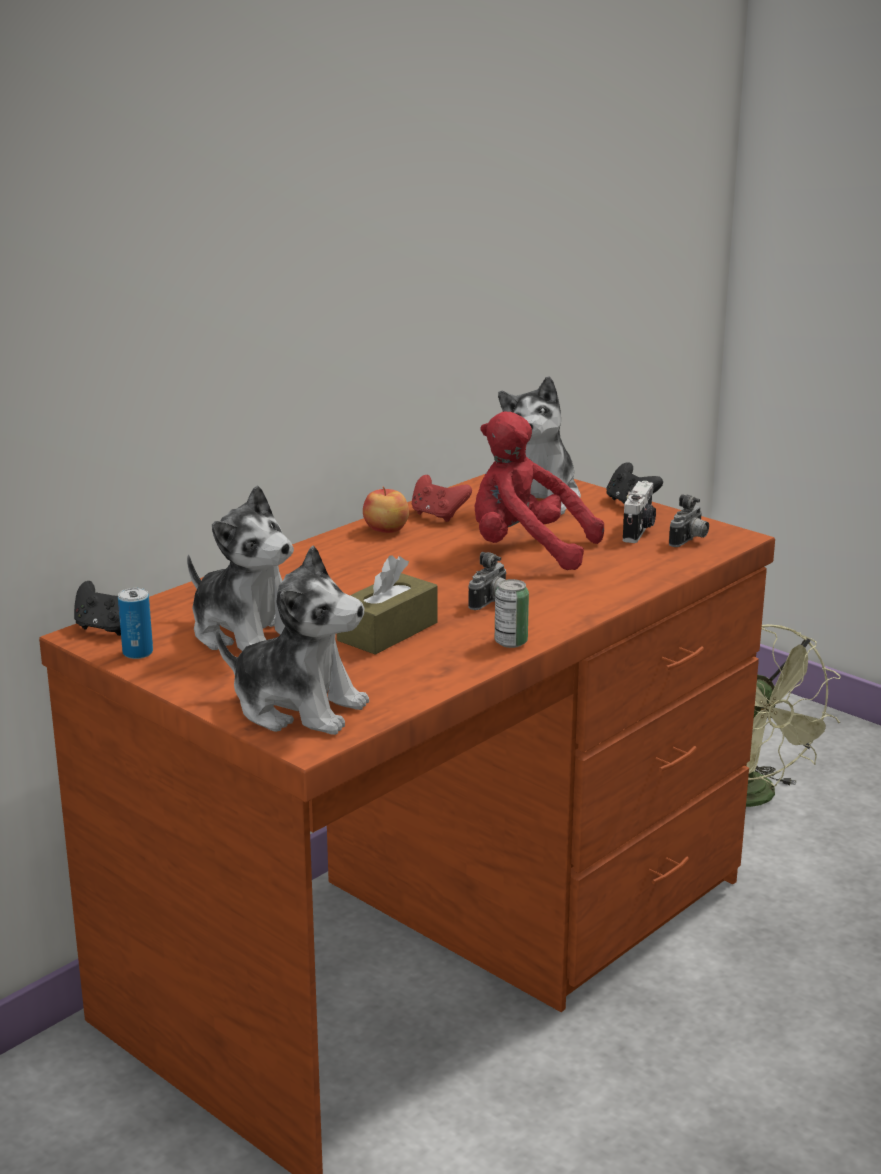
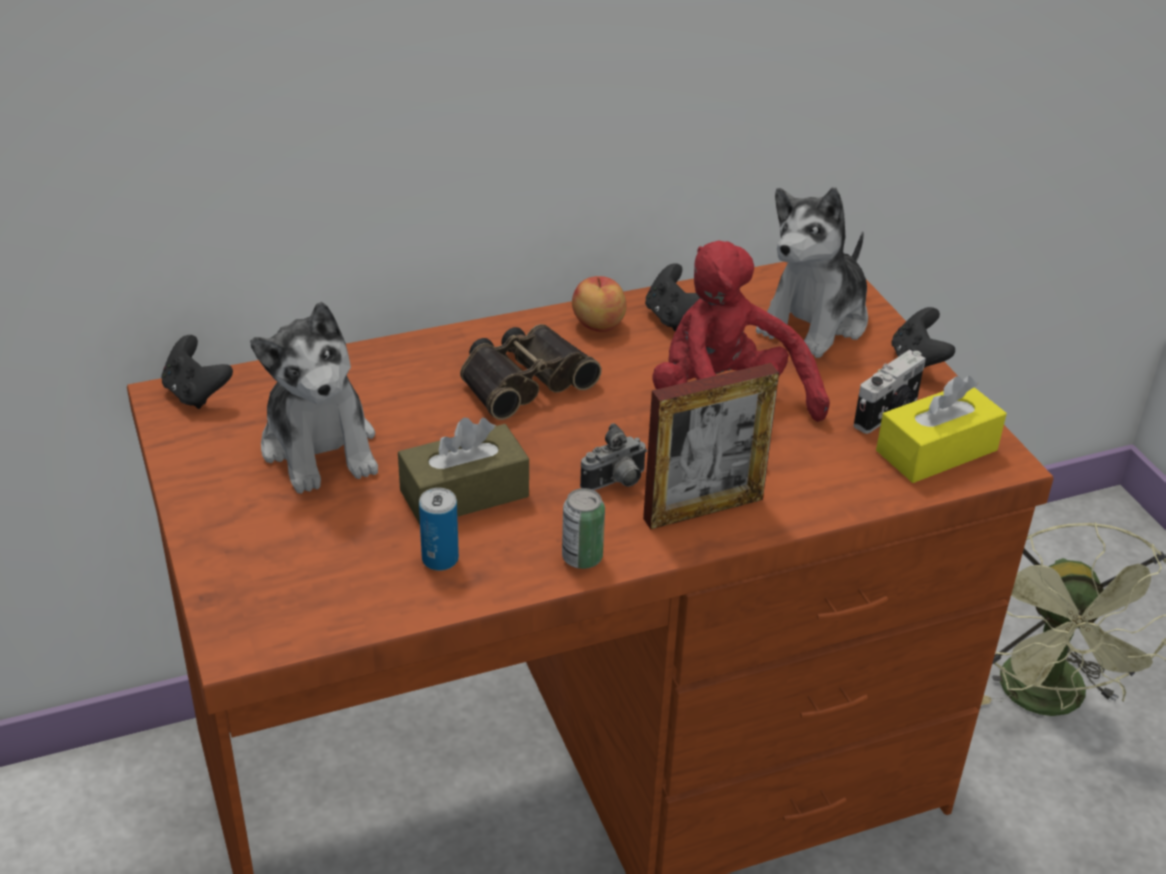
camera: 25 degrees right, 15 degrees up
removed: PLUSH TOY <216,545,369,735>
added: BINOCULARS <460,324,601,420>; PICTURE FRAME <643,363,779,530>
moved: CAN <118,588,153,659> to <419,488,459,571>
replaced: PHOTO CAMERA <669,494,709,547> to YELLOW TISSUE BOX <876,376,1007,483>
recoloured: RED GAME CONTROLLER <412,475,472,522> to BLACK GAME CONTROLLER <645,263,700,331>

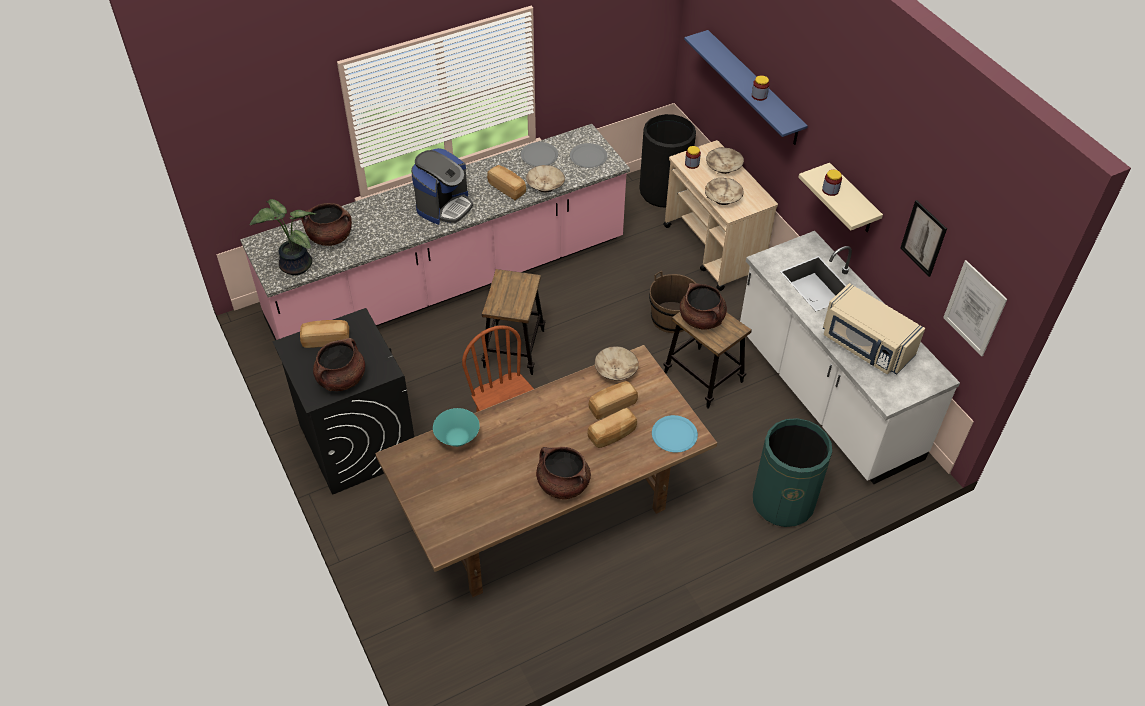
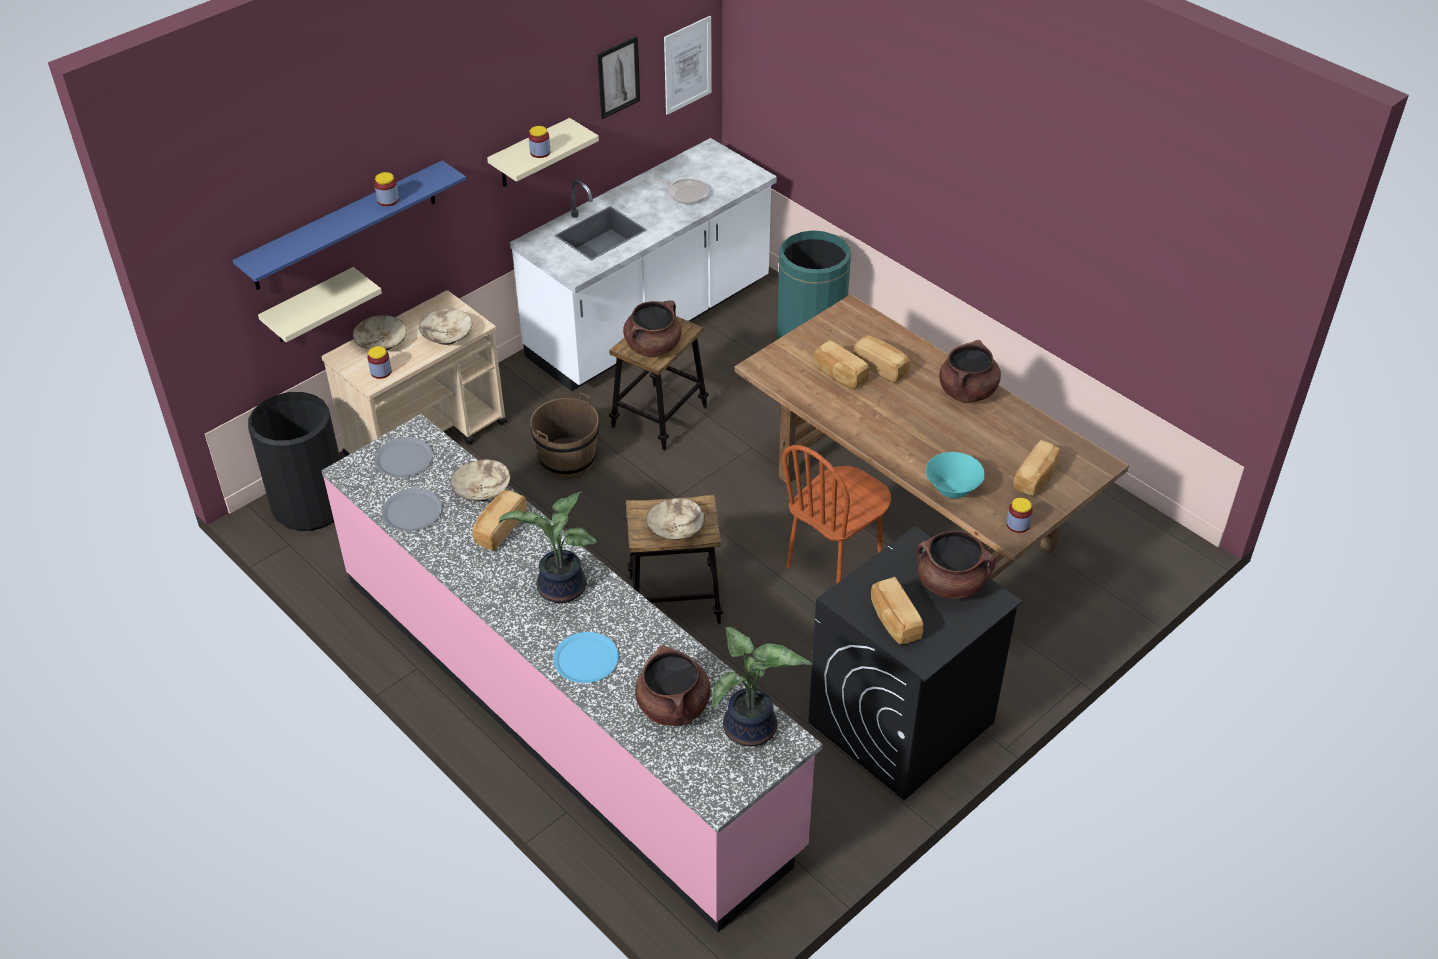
camera: 105 degrees left, 5 degrees down
added: BEIGE SHELF <258,267,382,342>; JAR <1006,498,1033,533>; BREAD <1013,440,1060,496>
moved: BEIGE BOWL <595,346,639,381> to <646,498,705,540>; BLUE PLATE <652,415,698,452> to <553,632,619,683>
replaced: COFFEE MACHINE <411,148,473,225> to POTTED PLANT <499,491,597,603>; BEIGE MICROWAVE <823,283,925,375> to FRYING PAN <652,177,709,204>

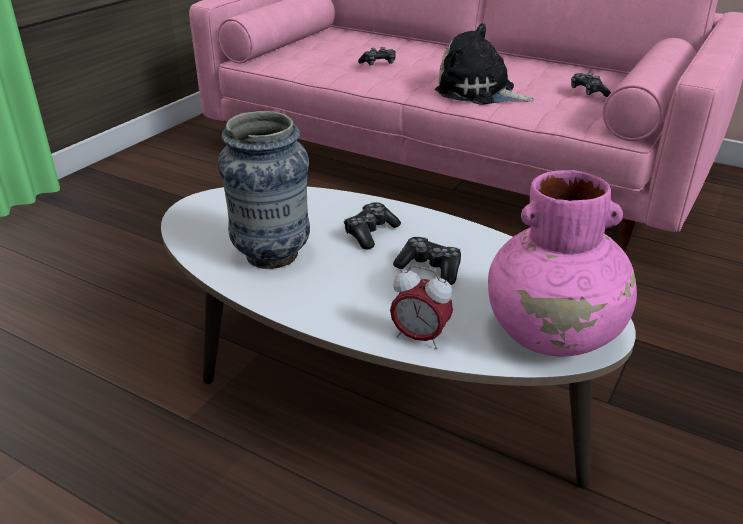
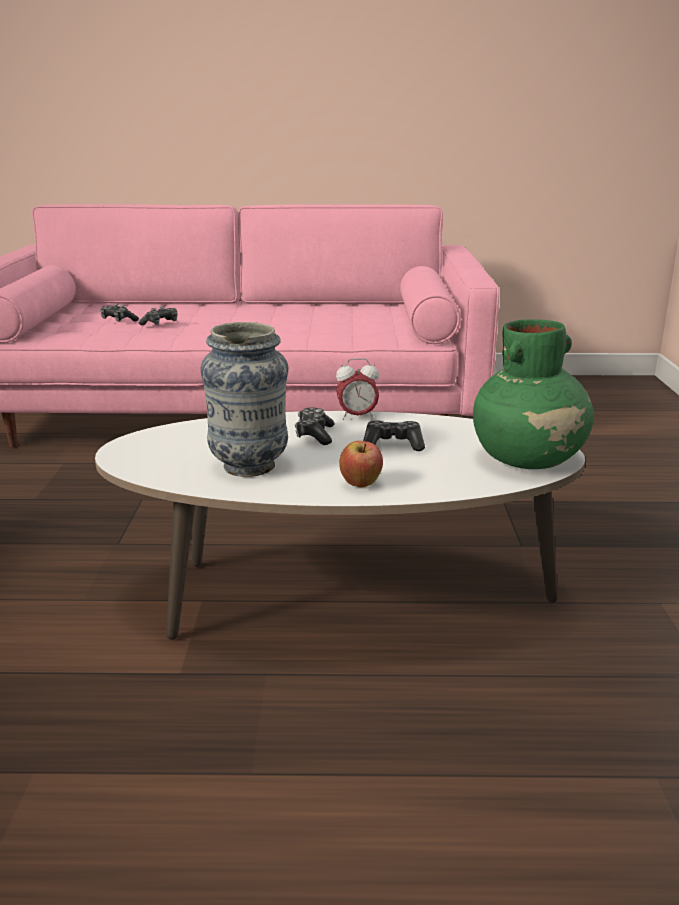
camera: 30 degrees left, 10 degrees down
removed: PLUSH TOY <435,23,534,105>
added: APPLE <339,441,383,488>
moved: ALARM CLOCK <390,265,453,349> to <336,358,379,420>; GAME CONTROLLER <571,73,611,97> to <100,304,139,322>
recoloured: PINK VASE <488,170,637,356> to GREEN VASE <473,320,594,469>

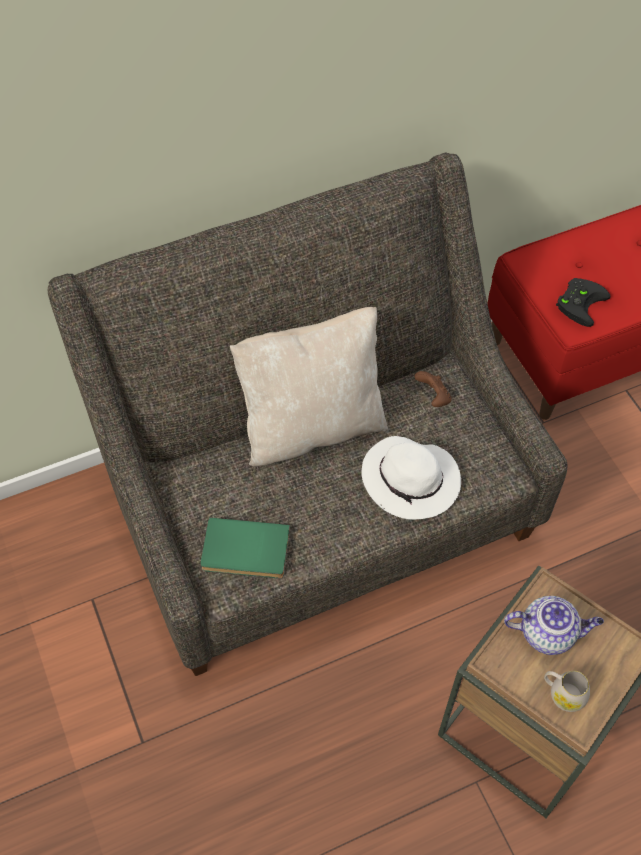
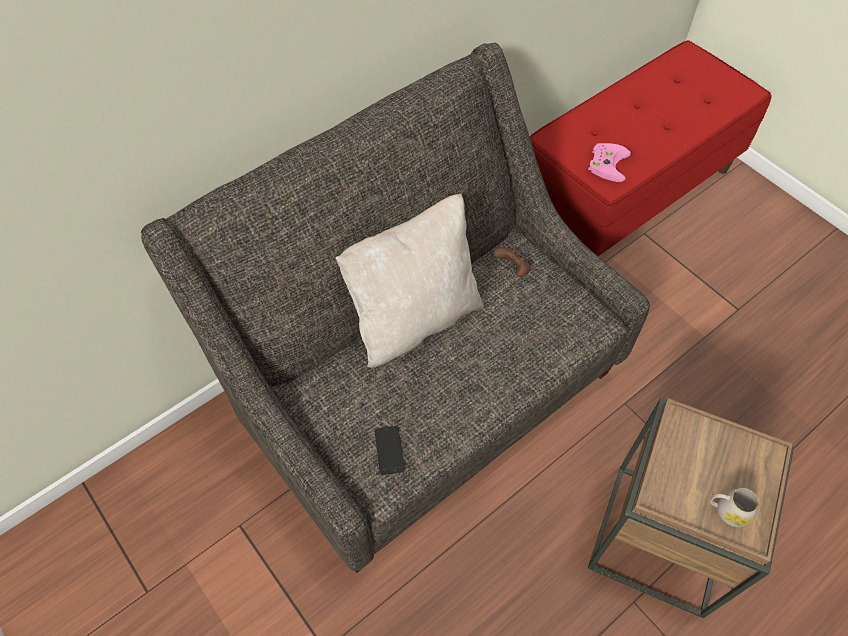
camera: 15 degrees left, 0 degrees up
removed: WHITE HAT <361,436,461,520>; TEAPOT <504,596,604,655>
replaced: GREEN BOOK <201,517,290,578> to PHONE <375,426,405,475>
recoloured: BLACK GAME CONTROLLER <556,278,610,327> to PINK GAME CONTROLLER <588,143,631,182>

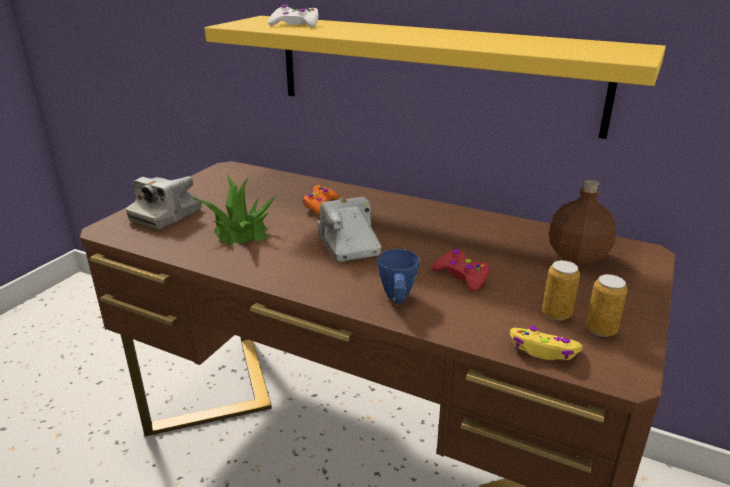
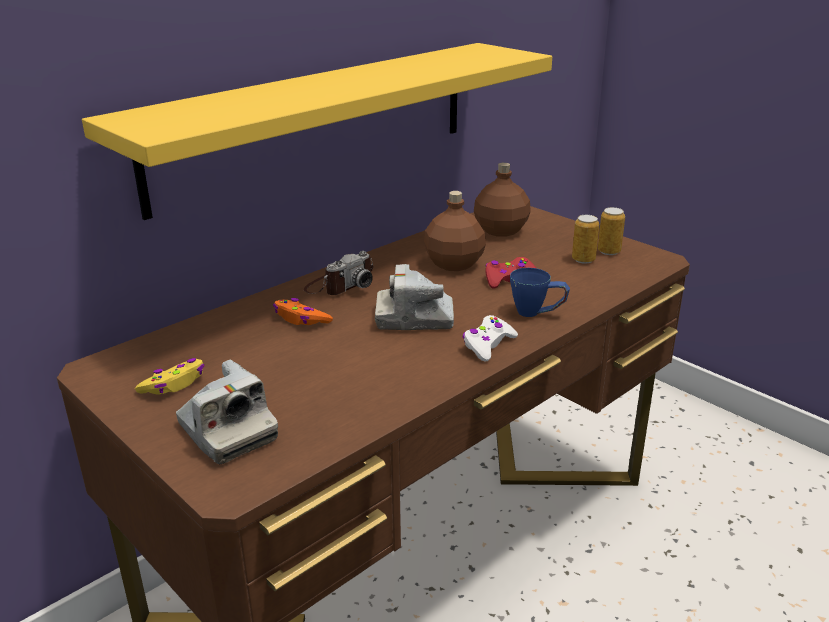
camera: 70 degrees left, 0 degrees up
removed: POTTED PLANT <190,175,276,246>
added: PHOTO CAMERA <304,251,374,295>; BROWN BOTTLE <424,191,486,271>
moved: WHITE GAME CONTROLLER <268,5,319,27> to <462,315,518,361>; YELLOW GAME CONTROLLER <510,326,583,360> to <135,358,205,394>

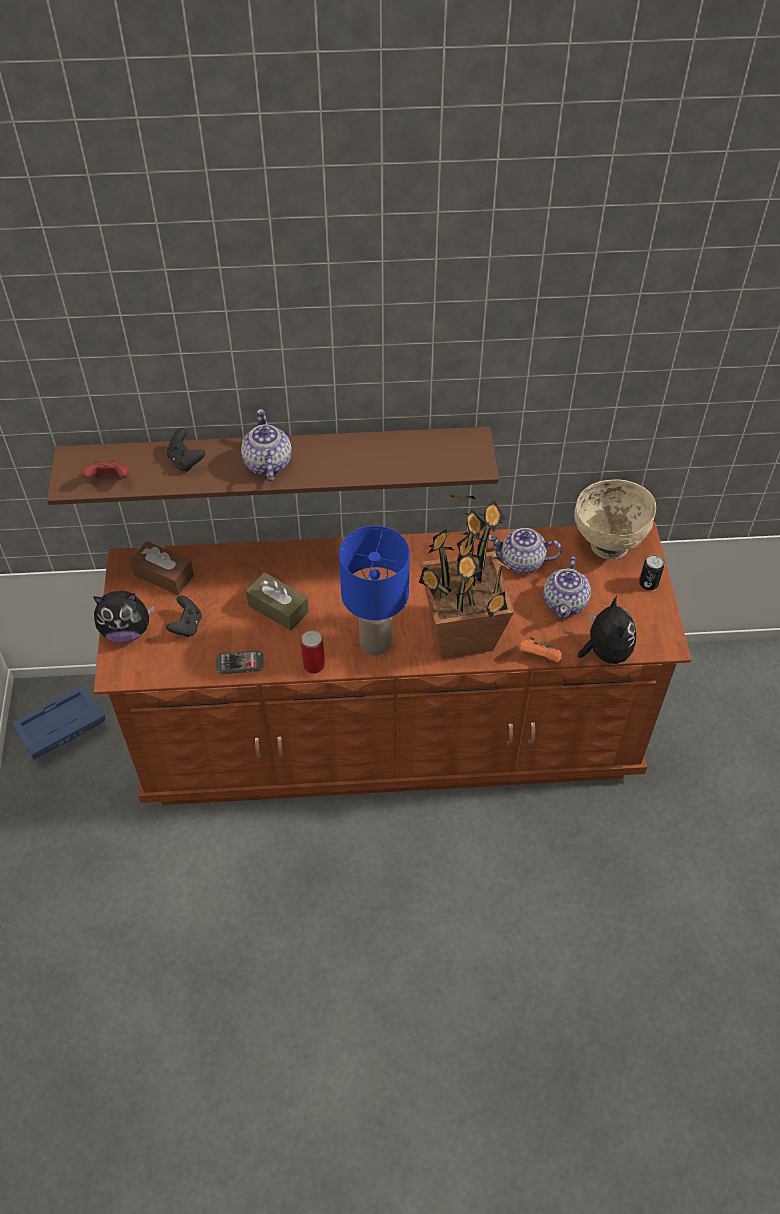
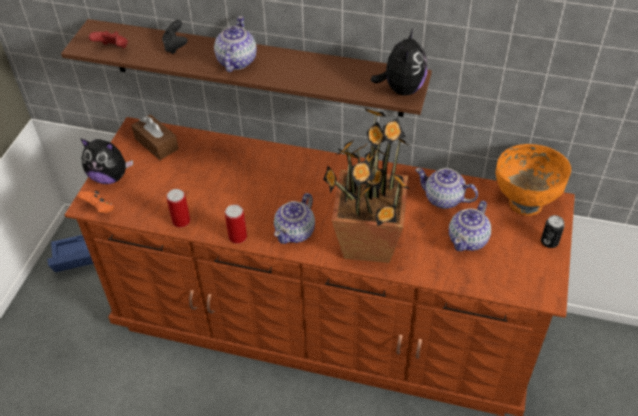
camera: 20 degrees right, 5 degrees down
removed: BLACK GAME CONTROLLER <166,596,202,637>; BROWN TISSUE BOX <246,572,309,631>
moved: ORANGE GAME CONTROLLER <518,637,562,662> to <78,191,114,213>; PLUSH TOY <577,596,636,664> to <371,29,427,95>
replaced: PHONE <216,650,264,674> to CAN <167,189,190,228>; BLUE TABLE LAMP <339,526,410,656> to TEAPOT <274,193,315,244>
recoloured: BEIGE BOWL <574,479,656,560> to ORANGE BOWL <495,144,571,216>

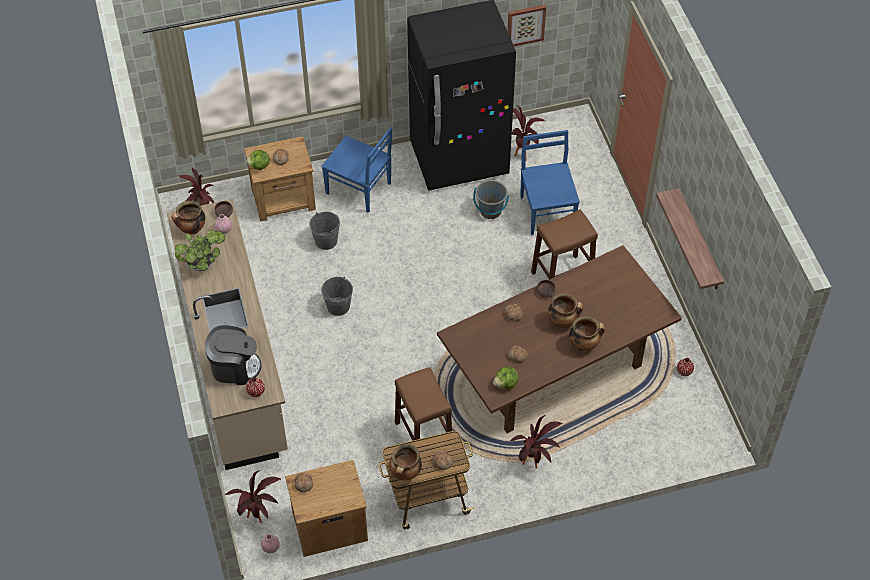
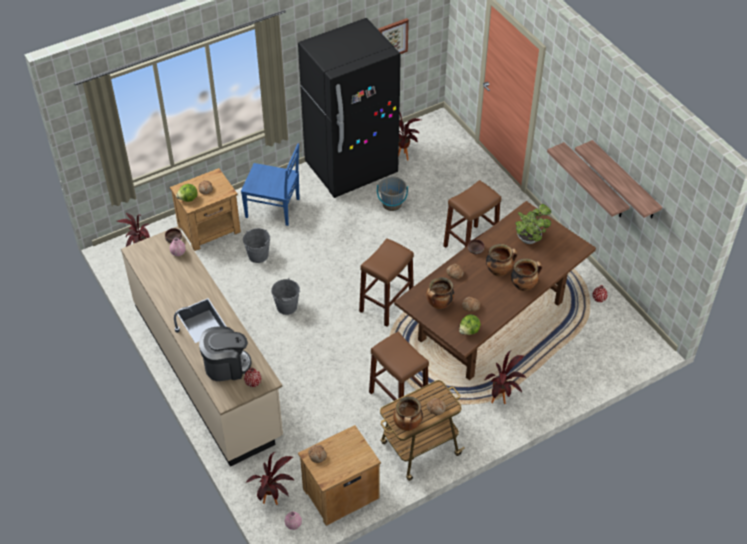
camera: 15 degrees left, 5 degrees down
removed: BLUE CHAIR <520,130,580,235>
added: BROWN STOOL <359,238,414,327>; SHELF <575,140,662,218>
moved: COOKING POT <171,201,205,234> to <426,277,454,309>; POTTED PLANT <175,230,225,271> to <515,204,551,244>

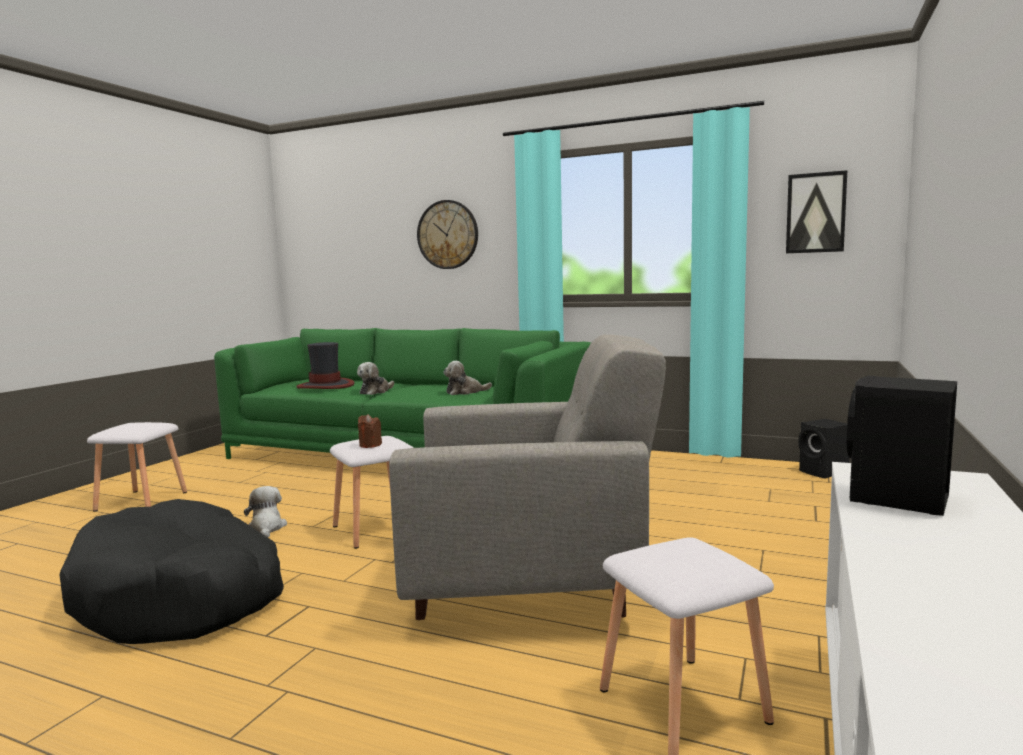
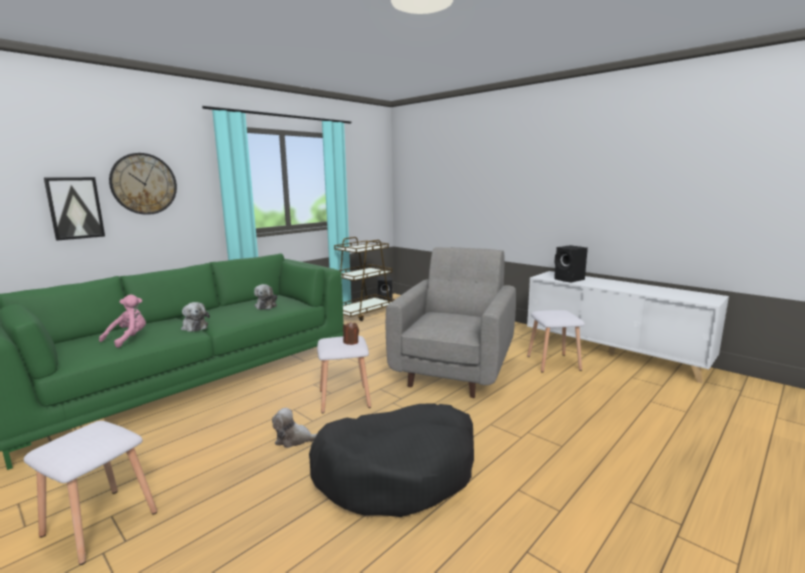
camera: 70 degrees left, 5 degrees up
added: BROWN CART <334,237,395,321>
moved: PICTURE <786,170,847,253> to <44,177,105,241>
replaced: HAT <296,342,355,389> to PINK PLUSH TOY <99,294,146,348>

